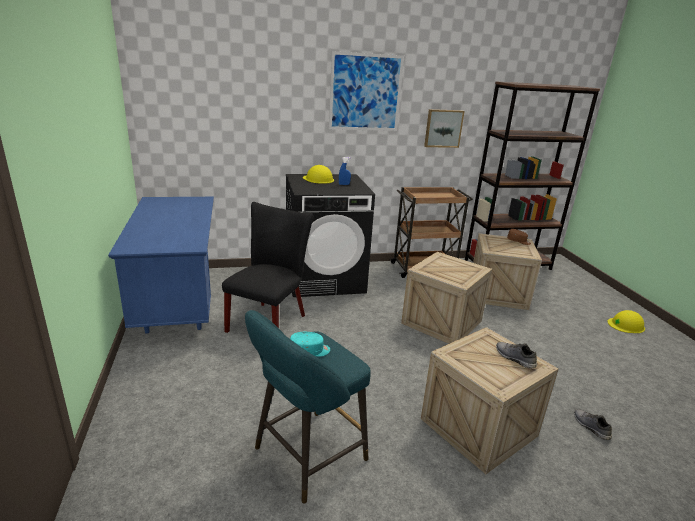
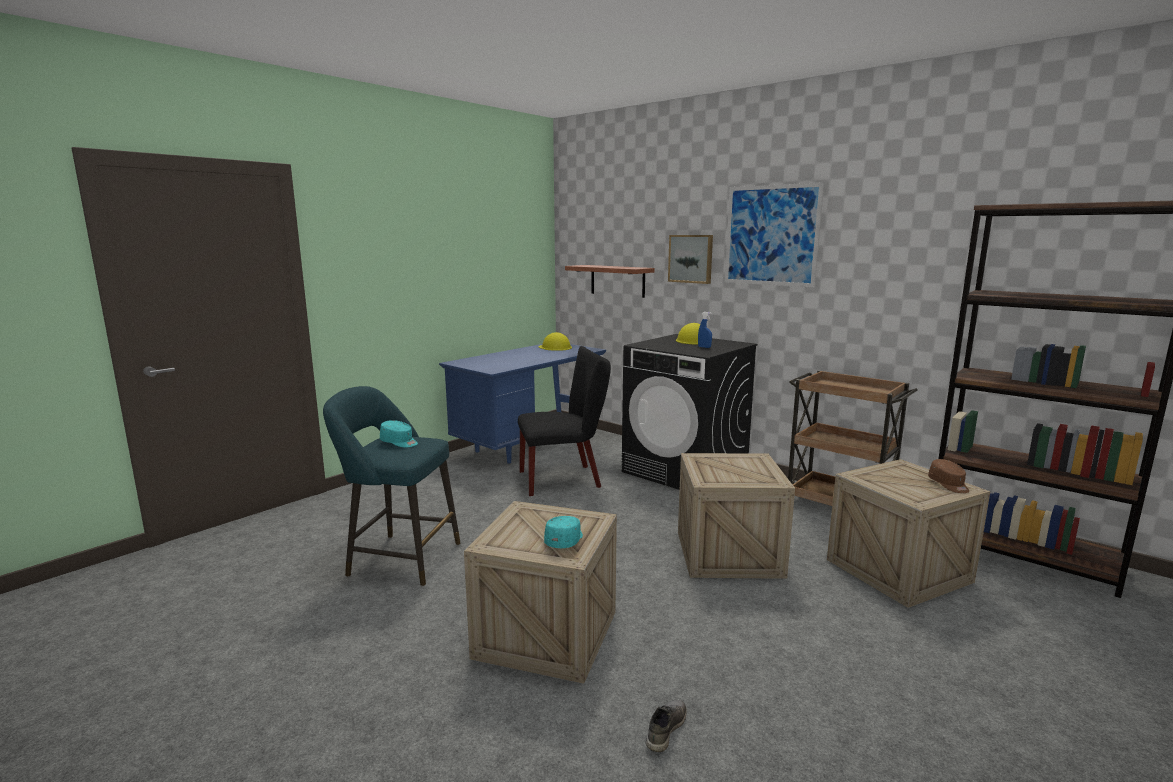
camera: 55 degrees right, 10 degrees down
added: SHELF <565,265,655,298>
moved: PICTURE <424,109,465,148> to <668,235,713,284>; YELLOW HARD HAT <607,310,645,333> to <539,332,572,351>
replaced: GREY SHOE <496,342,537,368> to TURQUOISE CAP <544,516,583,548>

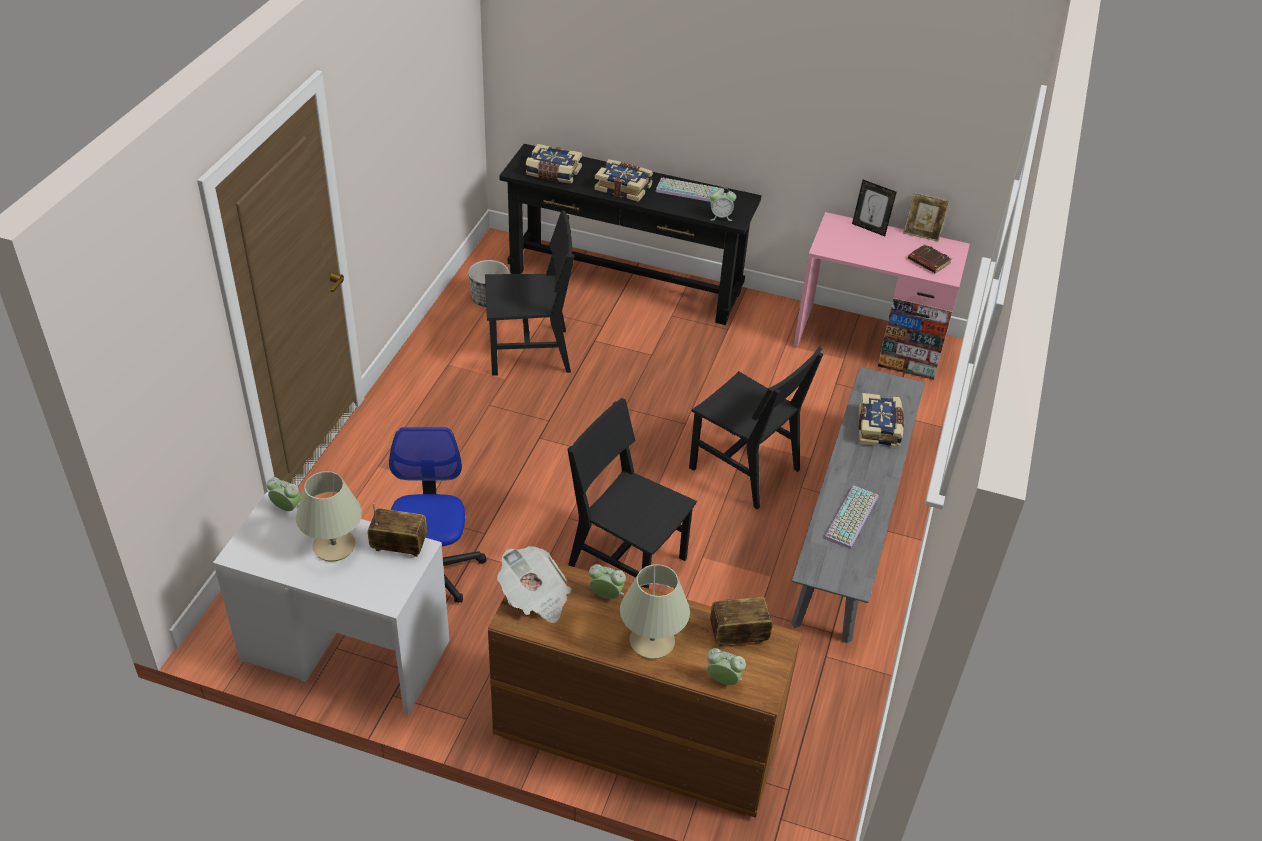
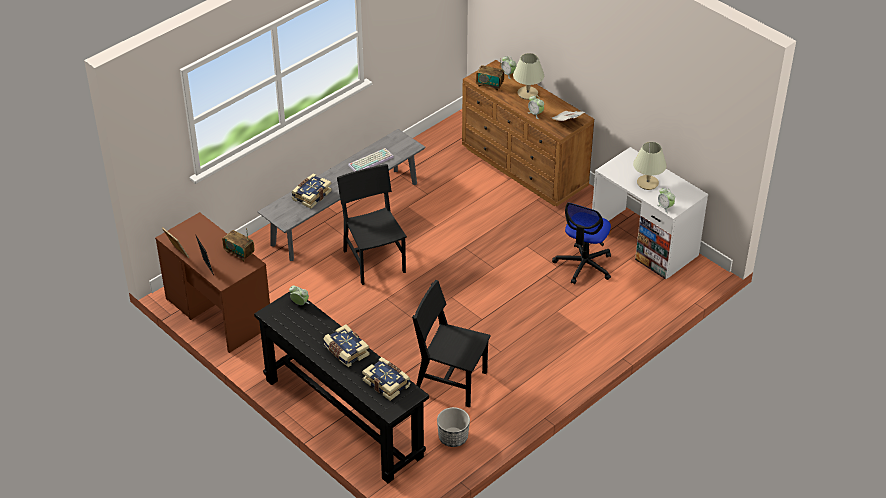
camera: 150 degrees left, 0 degrees up
removed: BLACK CHAIR <568,398,697,588>; KEYBOARD <655,178,724,202>; BROWN BOOK <908,244,952,273>
moved: RADIO <368,503,427,557> to <222,228,255,261>
recoloured: PINK DESK <793,212,970,380> to BROWN DESK <155,212,270,353>

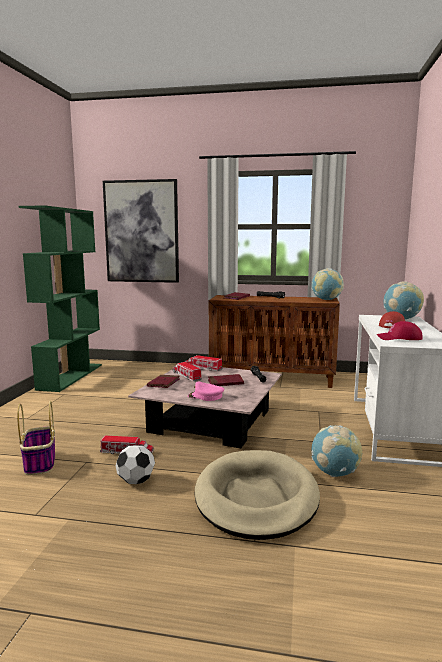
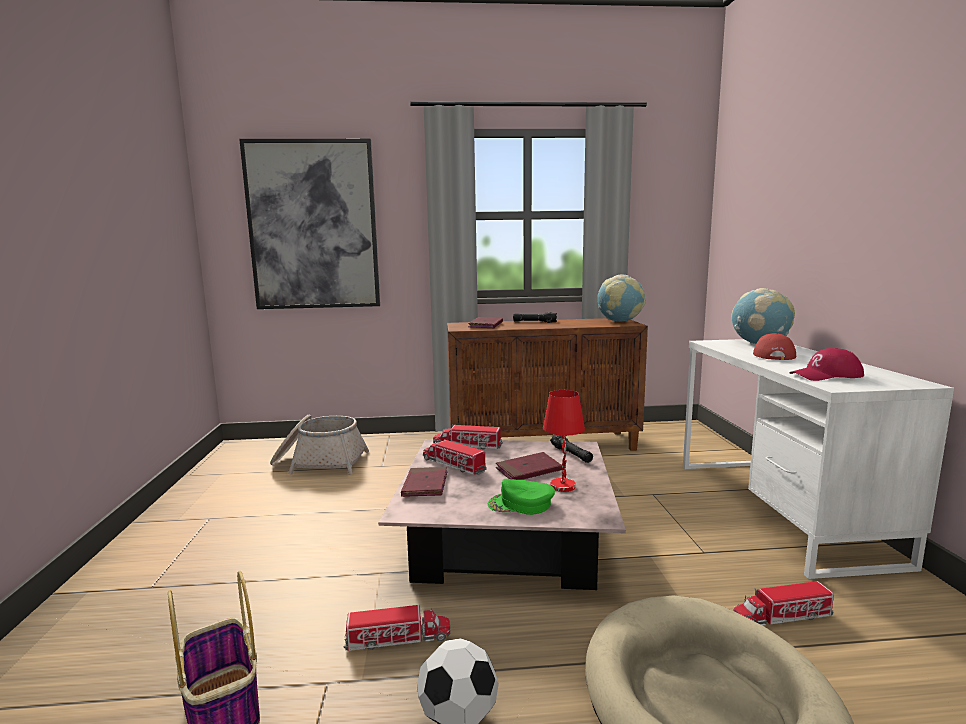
camera: 15 degrees left, 0 degrees up
removed: GREEN BOOKCASE <19,206,102,392>
added: BASKET <270,415,369,475>; RED TABLE LAMP <543,390,585,492>
replaced: GLOBE <312,425,362,477> to TOY TRUCK <733,581,834,626>
recoloured: PINK CAP <188,381,224,401> to GREEN CAP <488,479,555,515>

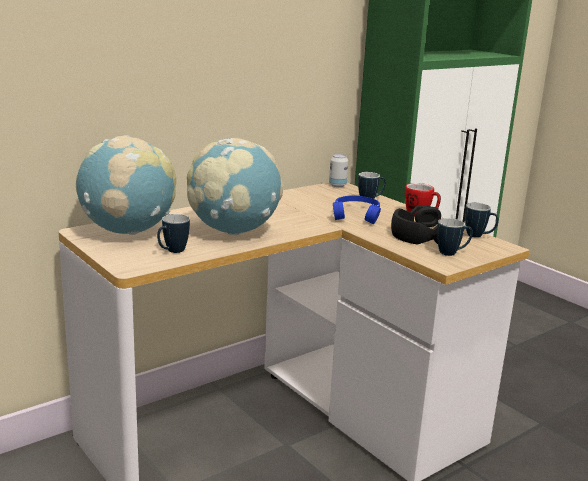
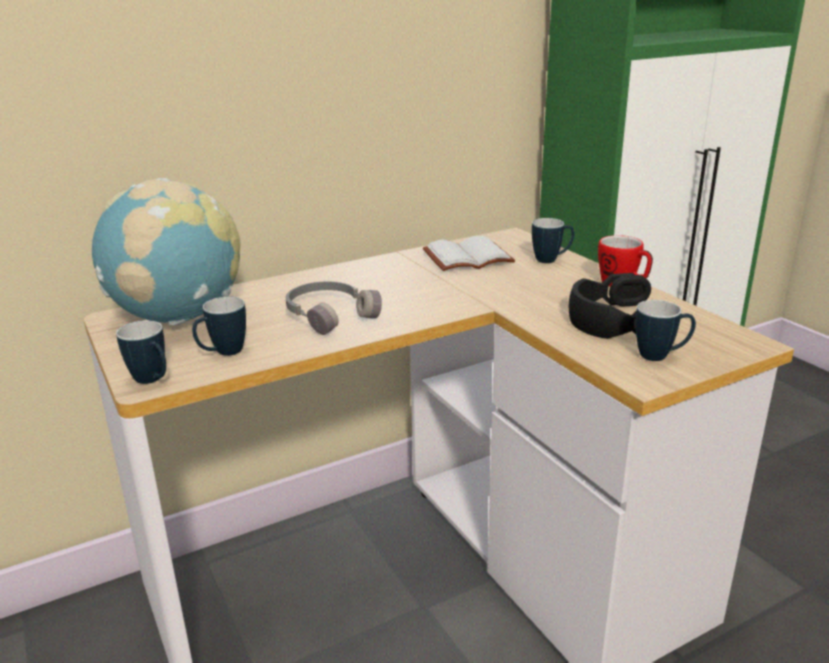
camera: 10 degrees right, 5 degrees up
removed: CAN <329,154,348,187>; BLUE HEADPHONES <333,196,381,224>
added: WHITE BOOK <423,236,515,271>
moved: MUG <465,203,499,237> to <116,320,166,384>
replaced: GLOBE <187,138,283,235> to GREY HEADPHONES <286,281,382,335>

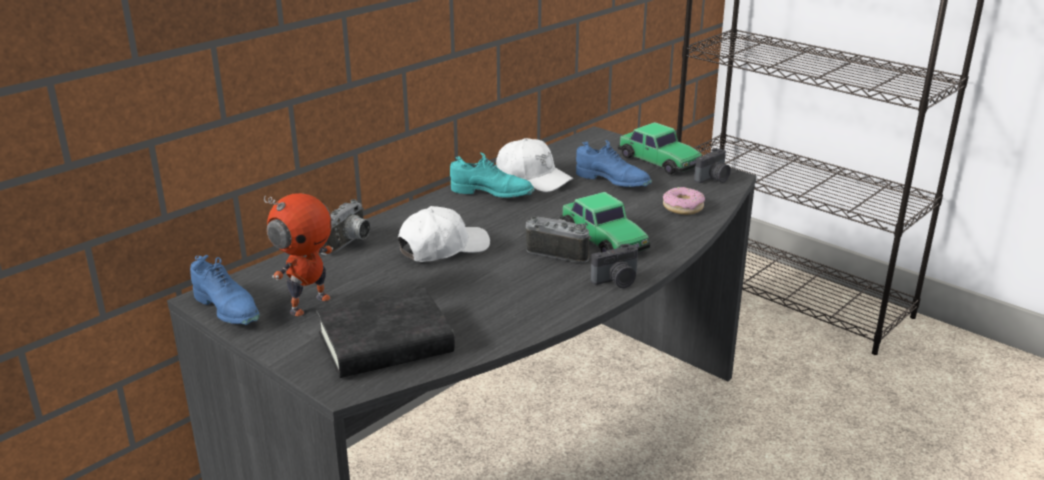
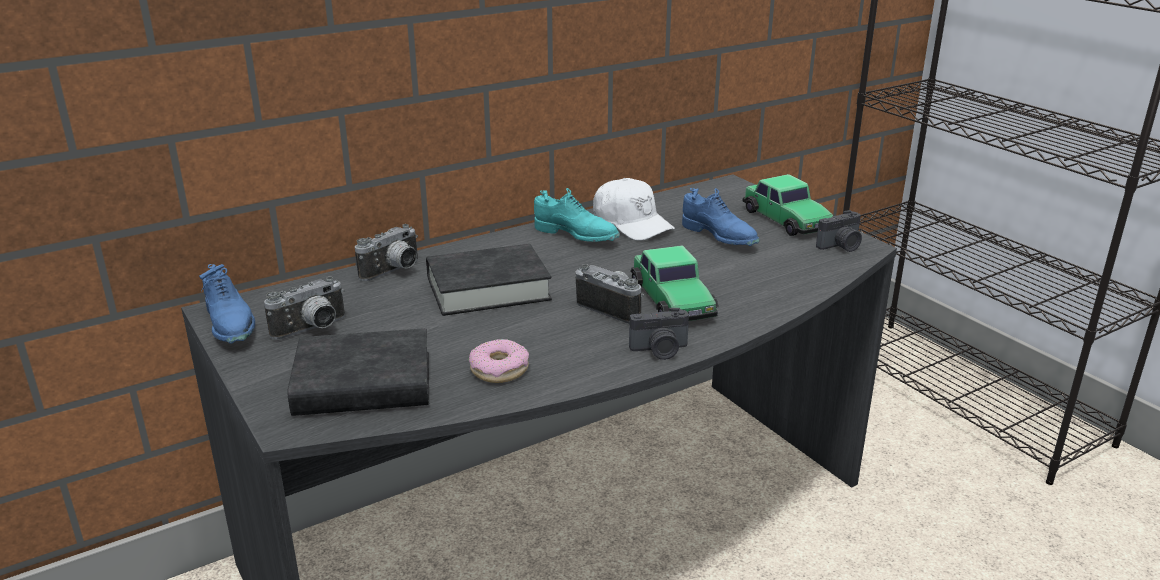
camera: 15 degrees right, 0 degrees up
moved: DONUT <663,187,705,215> to <469,339,529,383>
replaced: TOY ROBOT <264,193,333,316> to PHOTO CAMERA <264,277,345,340>; WHITE CAP <398,206,490,262> to BLACK BOOK <426,244,552,316>

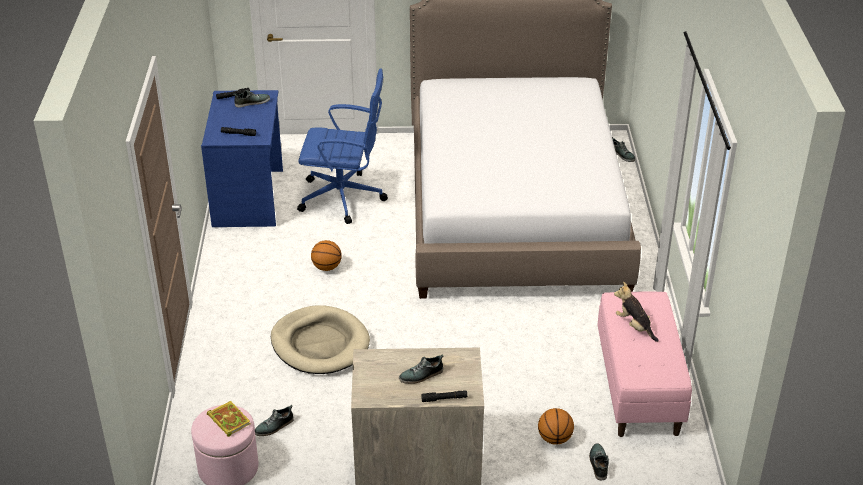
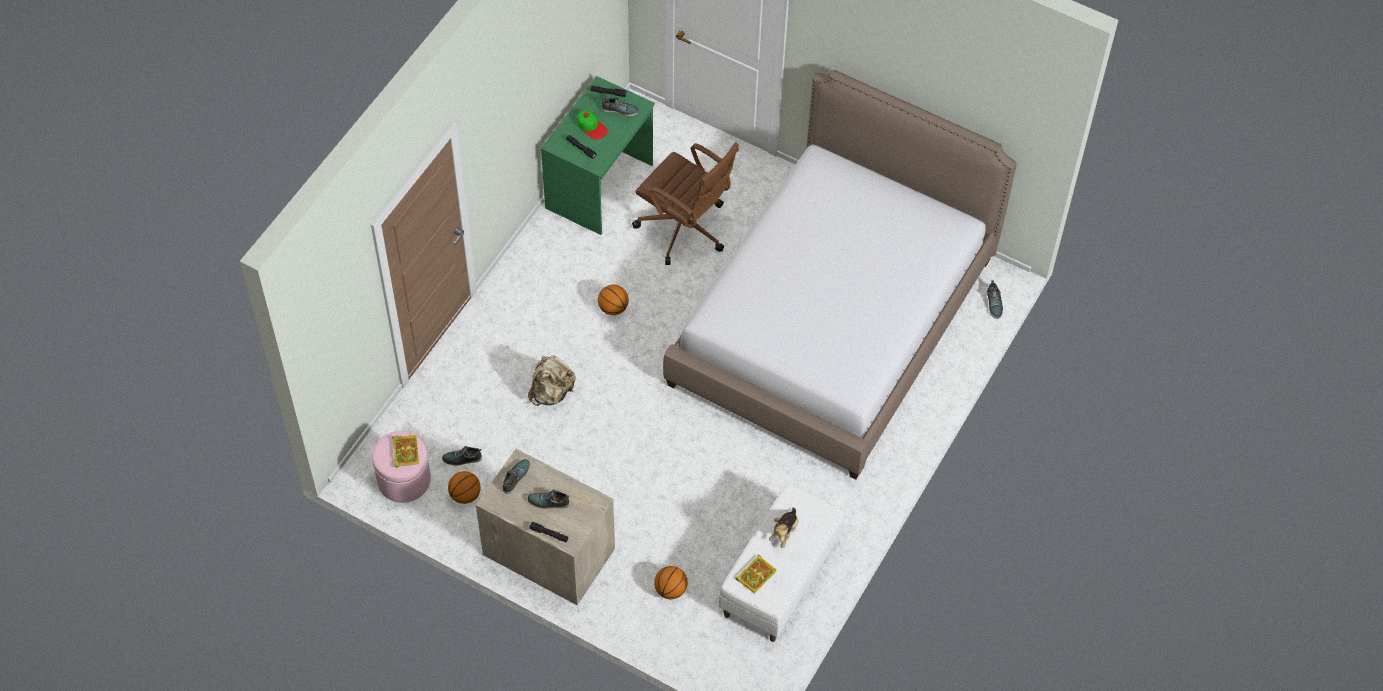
camera: 30 degrees right, 20 degrees up
added: BASKETBALL <448,471,481,504>; CAP <577,110,608,140>; BOOK <735,555,776,594>
moved: SHOE <589,444,609,480> to <503,459,530,494>
replaced: BEIGE DOG BED <271,305,370,374> to BEIGE BACKPACK <528,355,576,406>
recoloured: BLUE DESK <201,90,283,227> to GREEN DESK <541,76,655,235>; BLUE OFFICE CHAIR <297,68,388,224> to BROWN OFFICE CHAIR <632,142,739,265>; PINK BENCH <597,291,692,437> to WHITE BENCH <719,483,844,642>
turned: PLUSH TOY <614,282,659,342> = <769,507,799,548> 150 degrees counterclockwise

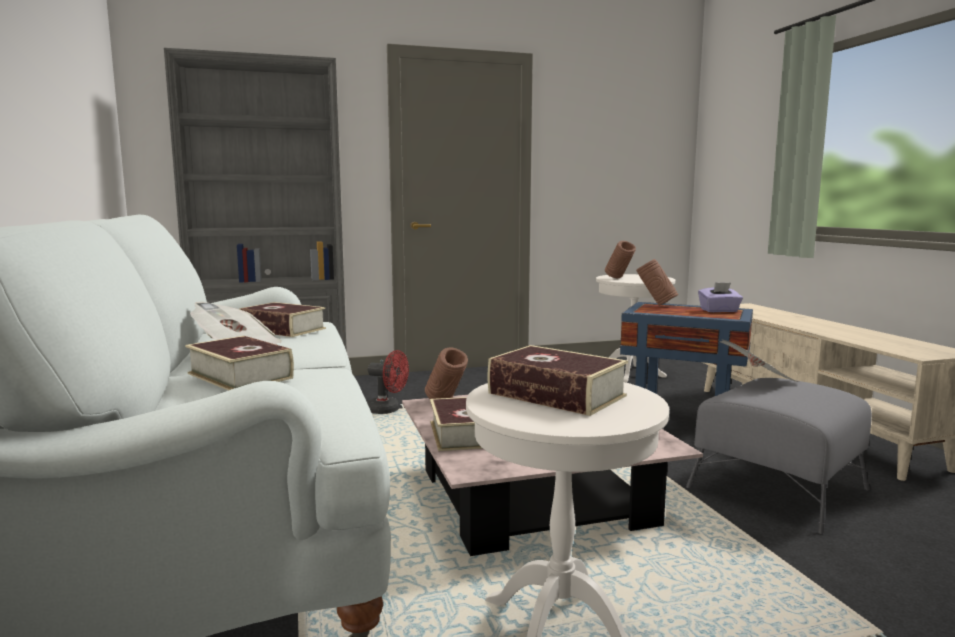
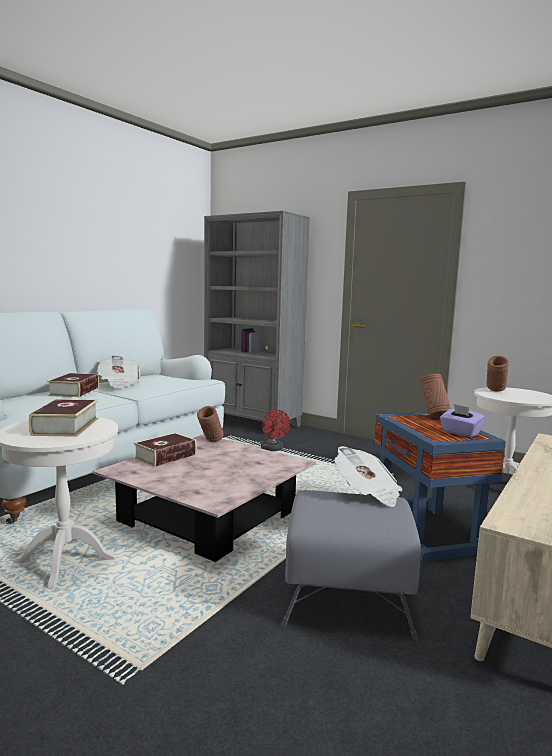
camera: 50 degrees right, 0 degrees up
removed: BOOK <239,302,326,337>

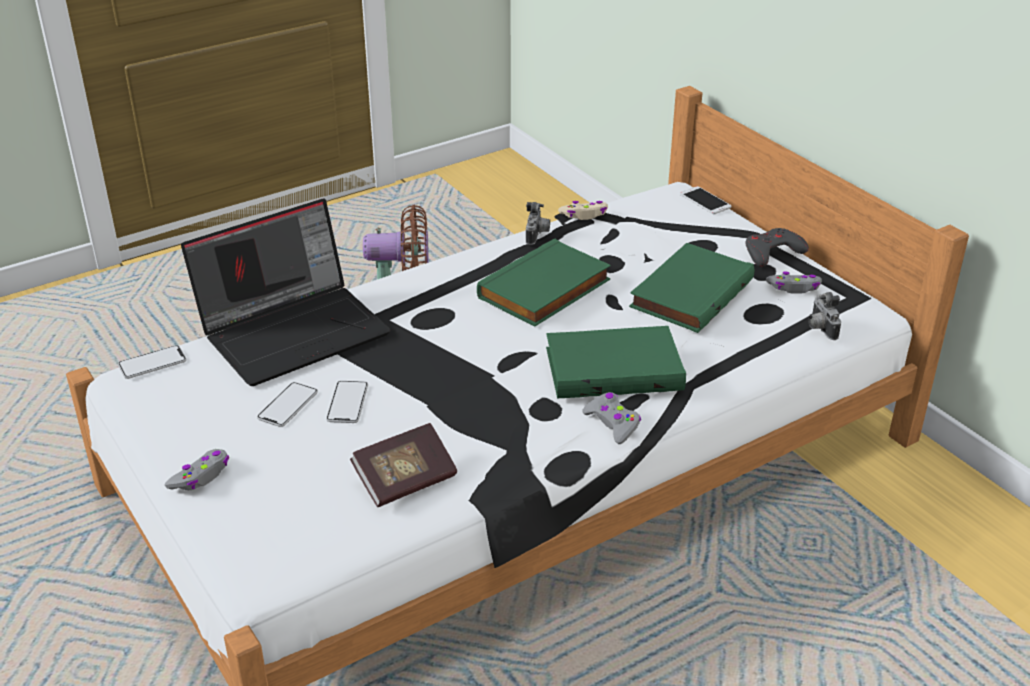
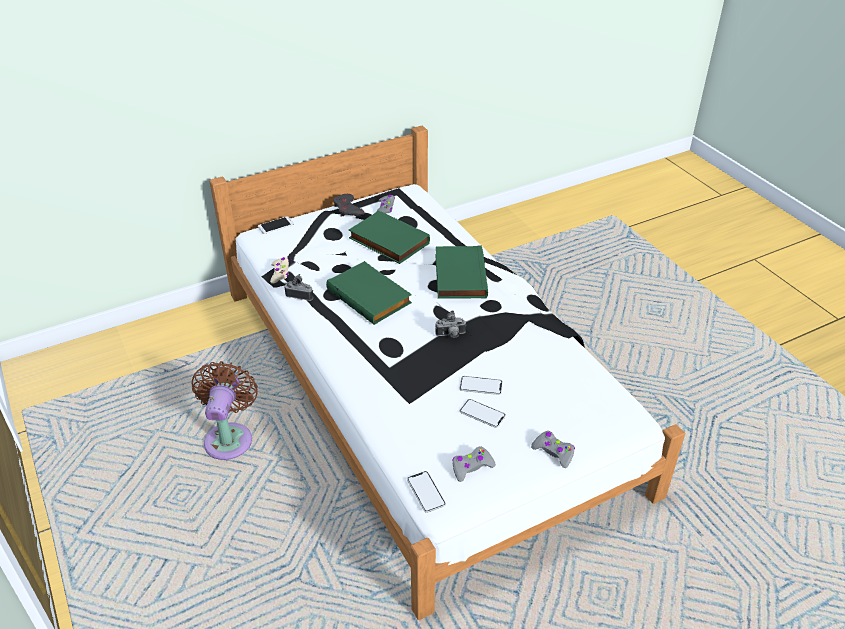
camera: 85 degrees left, 5 degrees up
removed: LAPTOP <181,198,390,386>; BOOK <350,423,457,507>
moved: GREY GAME CONTROLLER <582,392,641,444> to <452,446,496,482>; PHOTO CAMERA <808,292,841,340> to <435,310,467,338>

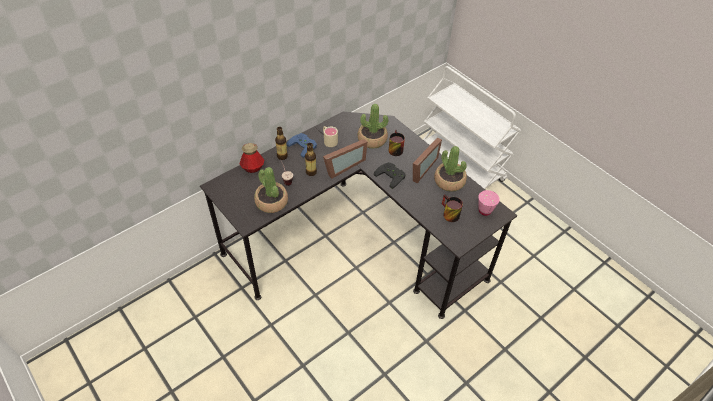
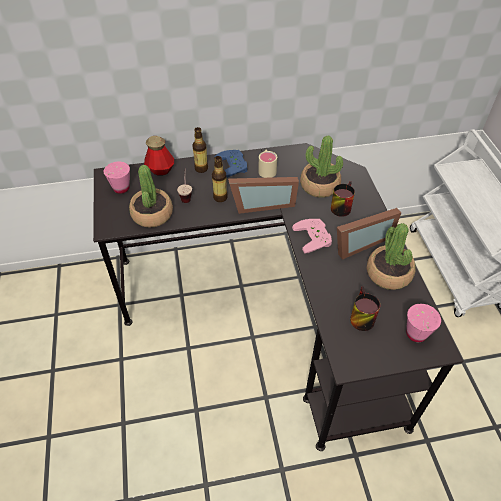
camera: 30 degrees right, 0 degrees up
added: PINK CUP <104,162,130,194>
recoloured: BLACK GAME CONTROLLER <374,162,406,189> to PINK GAME CONTROLLER <292,219,332,254>

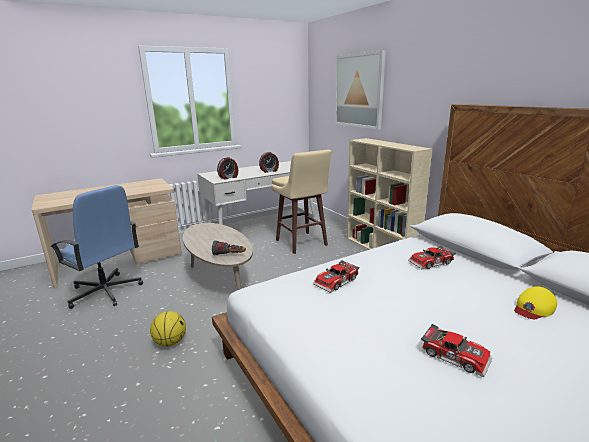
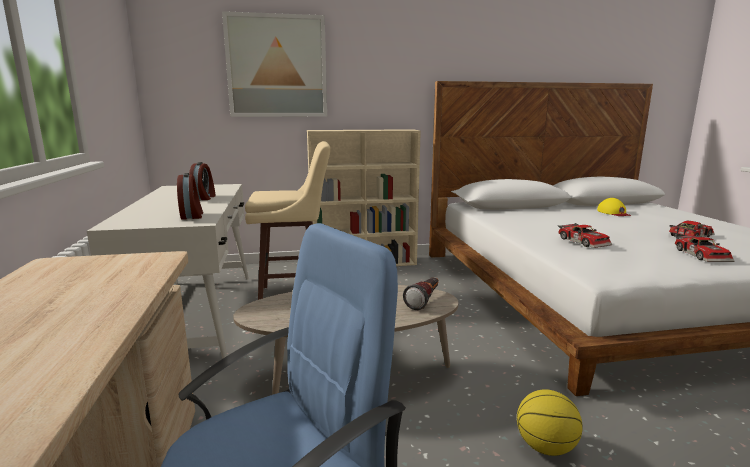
camera: 70 degrees left, 5 degrees down
moved: TOY CAR <408,246,456,269> to <675,235,734,262>

